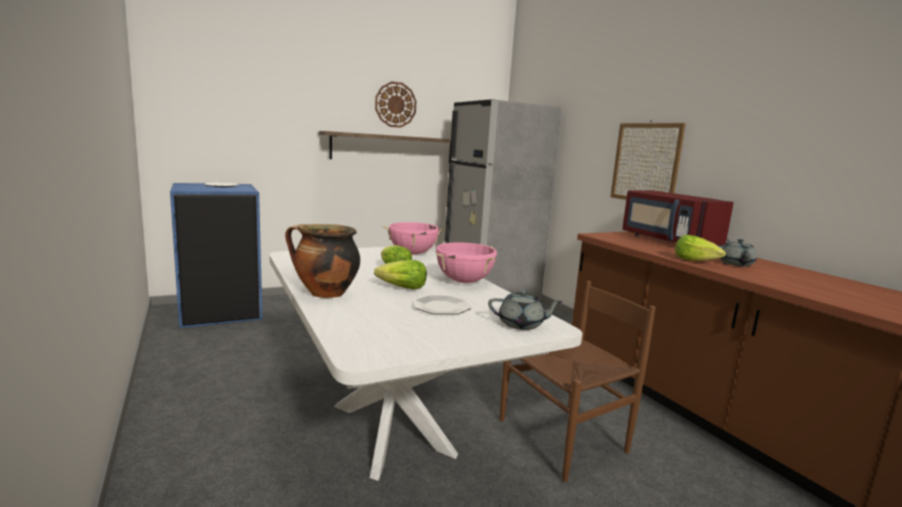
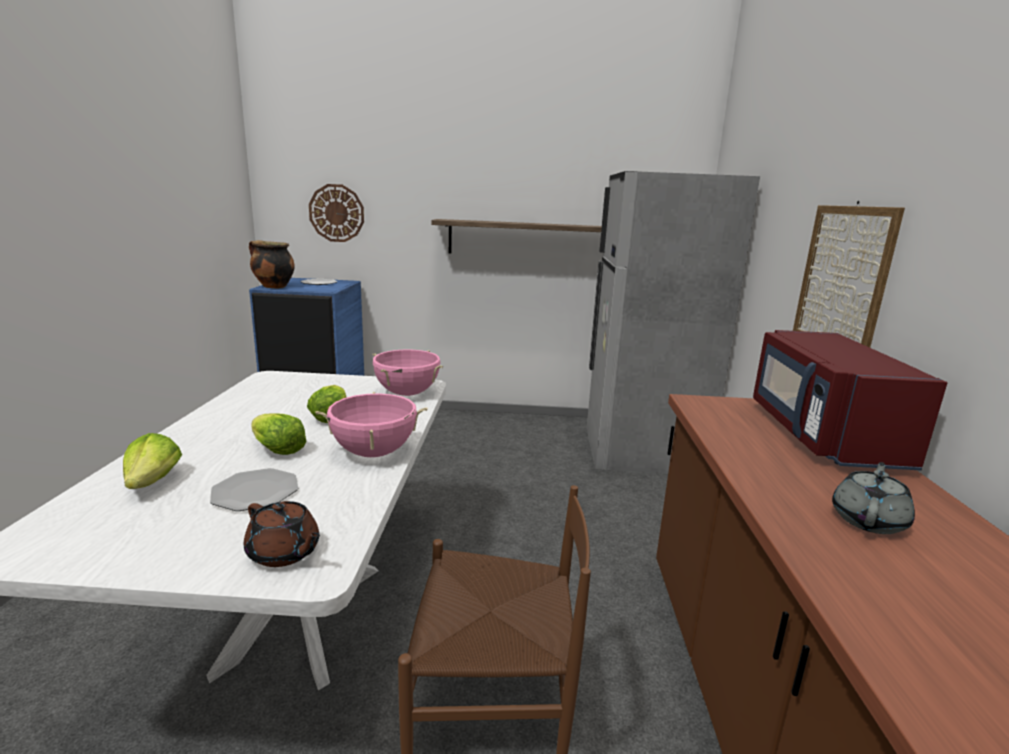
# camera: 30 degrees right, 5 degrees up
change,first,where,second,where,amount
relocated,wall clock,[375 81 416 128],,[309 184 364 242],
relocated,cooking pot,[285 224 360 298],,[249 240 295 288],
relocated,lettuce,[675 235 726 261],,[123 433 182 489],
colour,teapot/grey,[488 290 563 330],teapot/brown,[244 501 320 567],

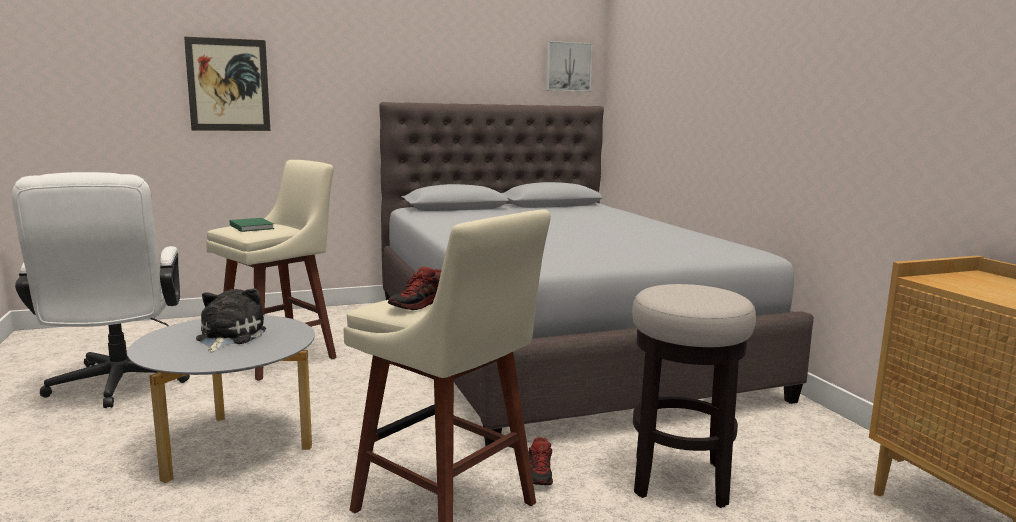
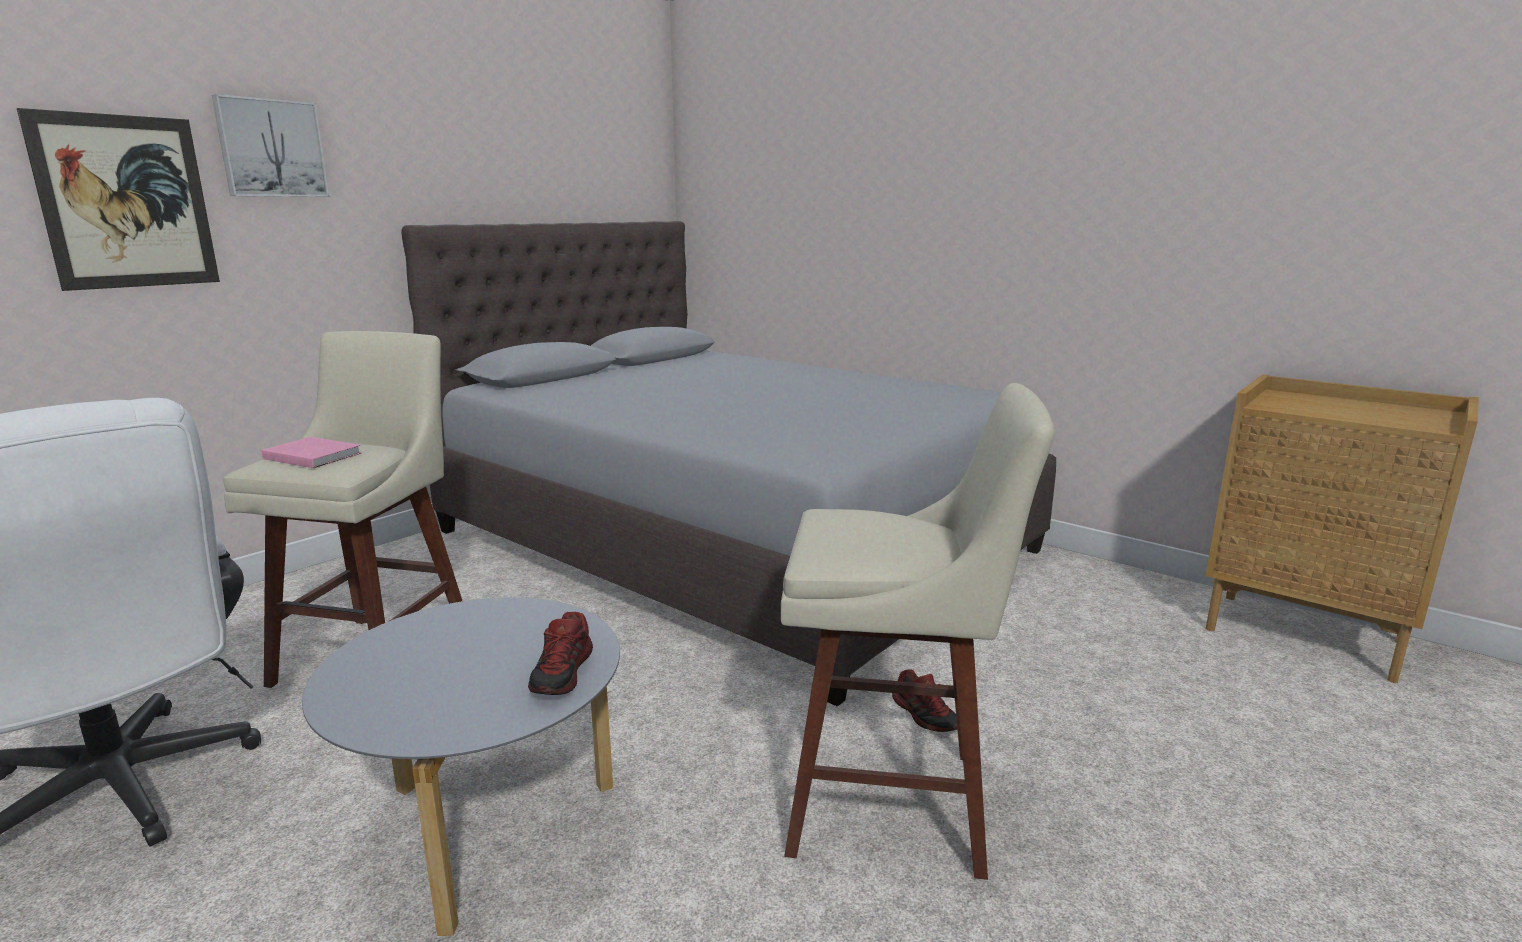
# camera: 30 degrees left, 5 degrees up
change,first,where,second,where,amount
relocated,picture,[546 41 593 92],,[212 94 330 197],
colour,book/green,[230 218 274 232],book/pink,[262 437 362 468],
relocated,shoe,[388 267 442 310],,[528 612 593 695],
missing,stool,[632 284 756 508],,,
missing,plush toy,[196 288 266 352],,,

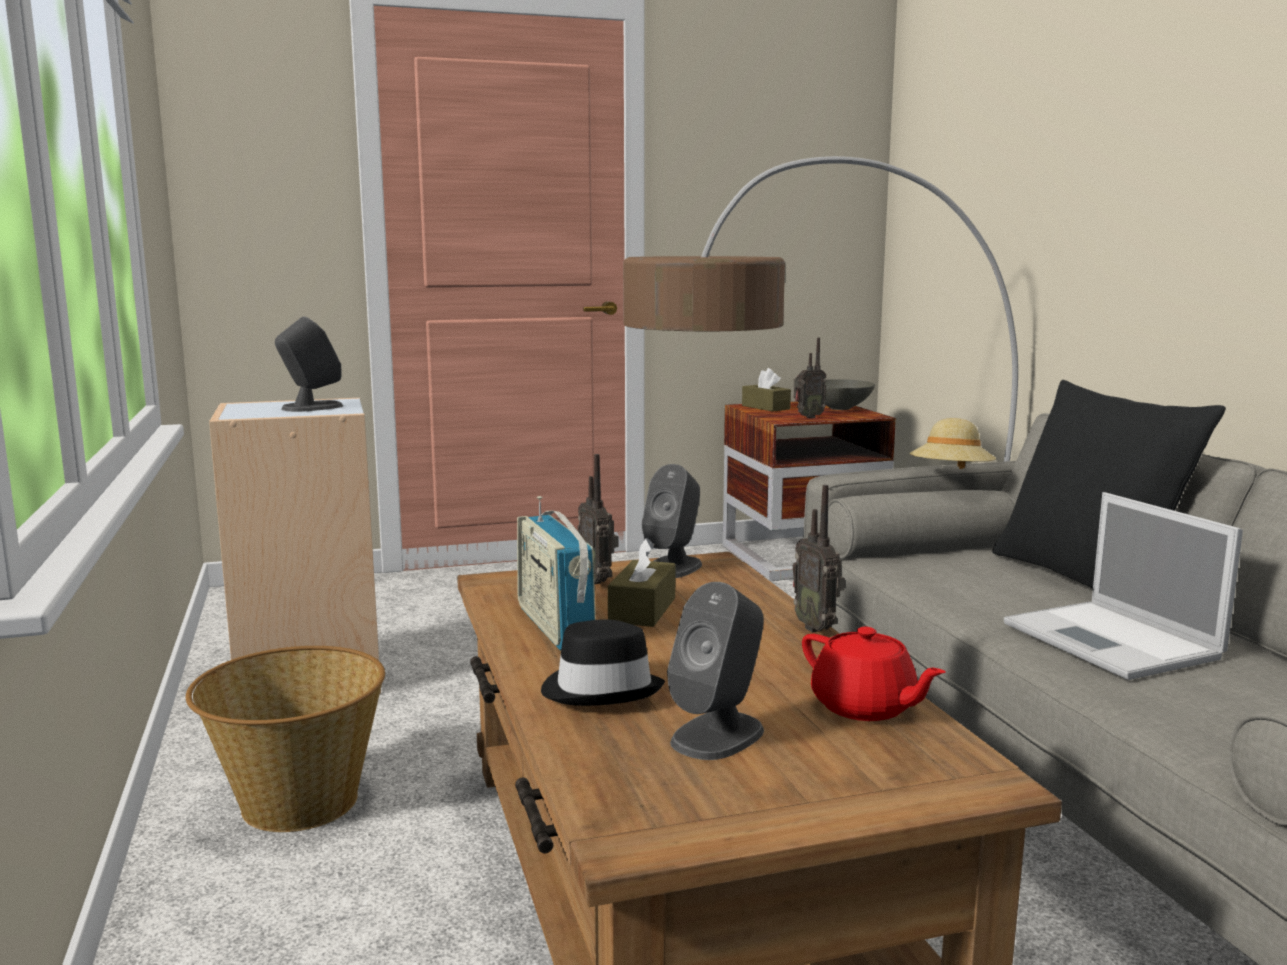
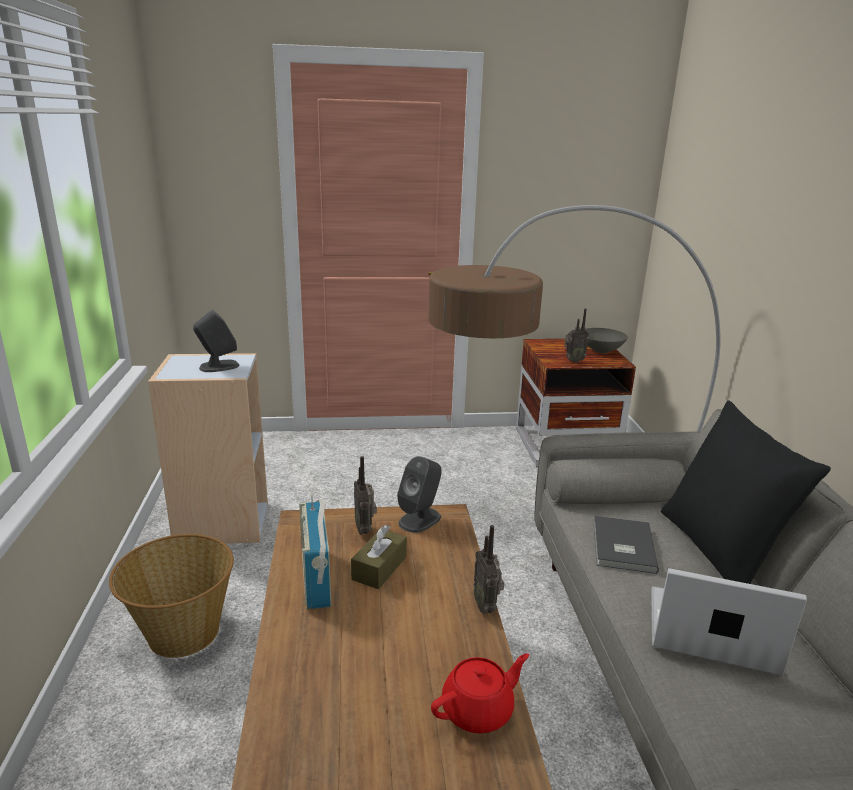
# camera: 10 degrees right, 10 degrees up
change,first,where,second,where,amount
missing,tissue box/brown,[742 368 791 412],,,
missing,hat/beige,[910 418 996 469],,,
spun,laptop,[1004 492 1243 680],,[651 568 807 675],120 degrees clockwise
missing,speaker/grey,[667 582 764 760],,,
missing,hat/black,[541 619 665 706],,,
spun,teapot/red,[802 627 946 721],,[431 653 529 734],90 degrees counterclockwise
appeared,,,book/grey,[594 516 659 574],

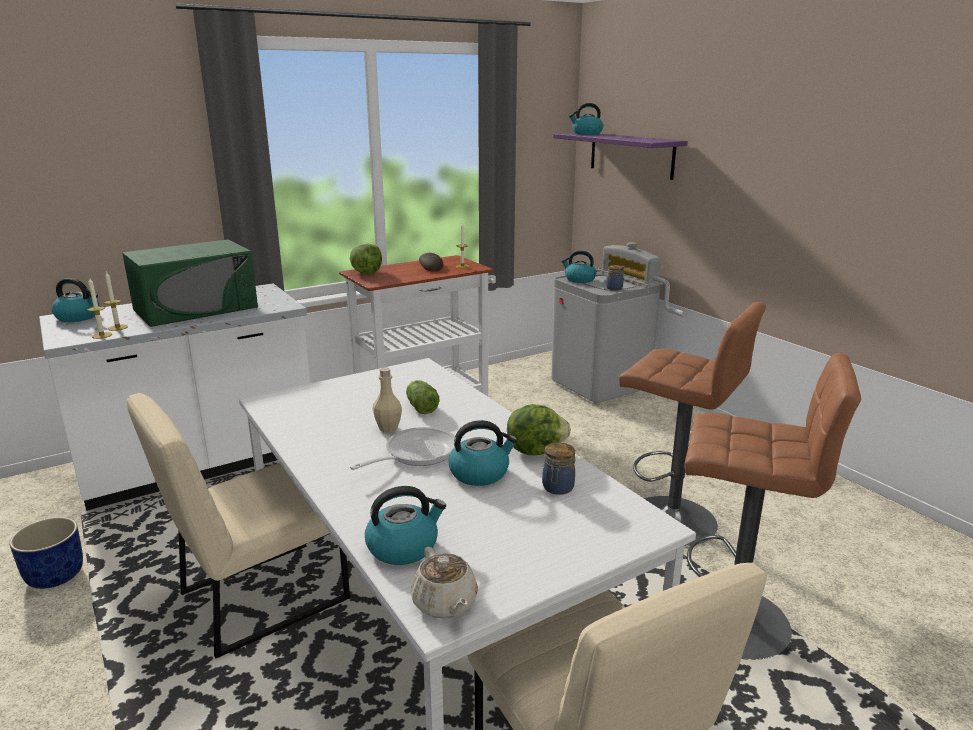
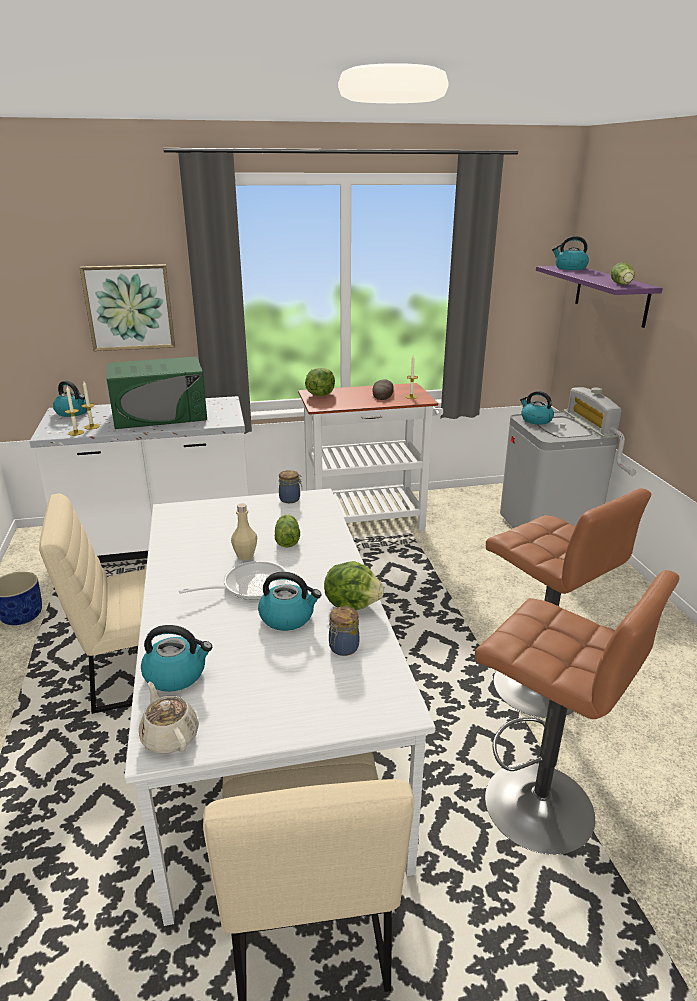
# camera: 20 degrees right, 5 degrees up
change,first,where,second,where,amount
relocated,jar,[606 265 624 291],,[279 470 302 503],
spun,teapot/beige,[410 547 478 618],,[139 682 199 753],150 degrees clockwise
appeared,,,lettuce,[611 263 635 285],
appeared,,,picture,[79 264 175 351],

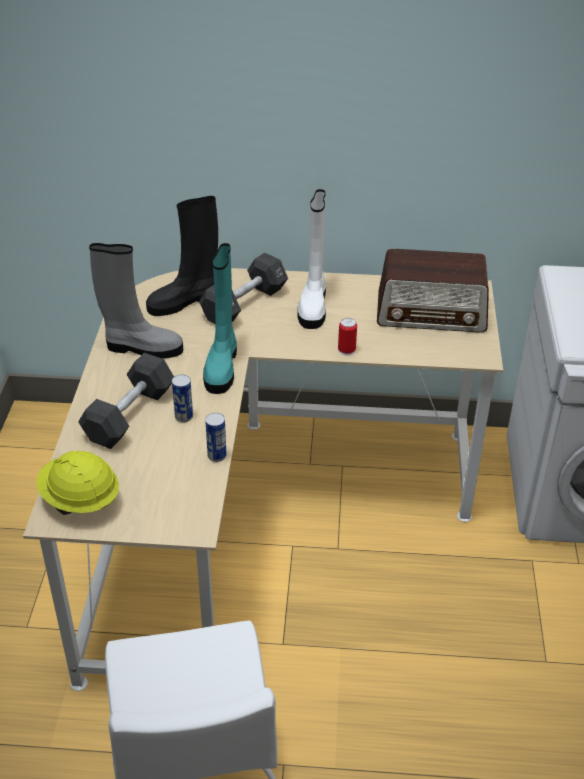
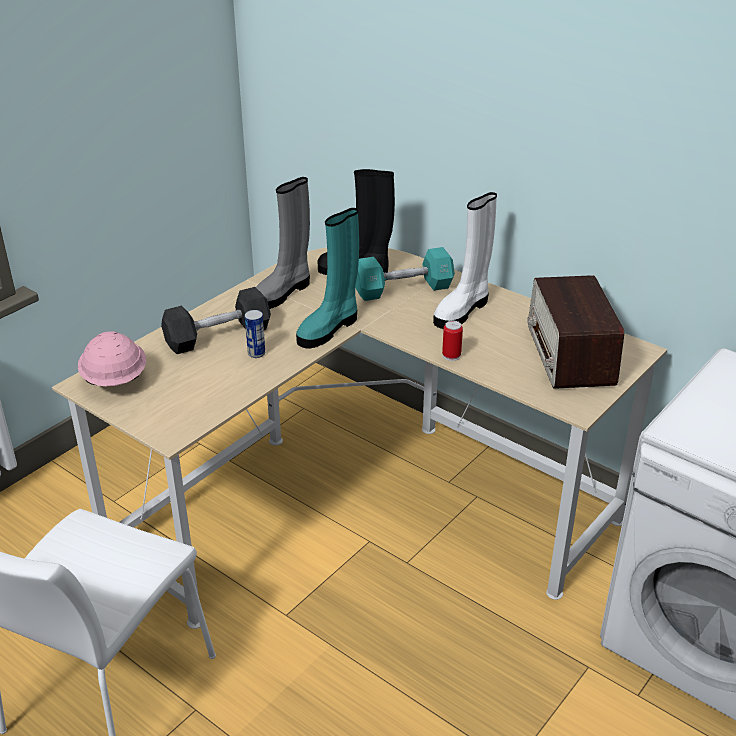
# camera: 35 degrees right, 5 degrees down
change,first,where,second,where,amount
spun,boot/grey,[89 243 183 359],,[256 177 310 309],90 degrees clockwise
spun,radio,[377 248 489 333],,[527 275 624 389],45 degrees clockwise
colour,dumbbell/black,[199 253 288 324],dumbbell/turquoise,[355 247 455 301],
missing,can,[205 413 227 462],,,
colour,hard hat/yellow,[36 451 119 515],hard hat/pink,[78 331 146 386],

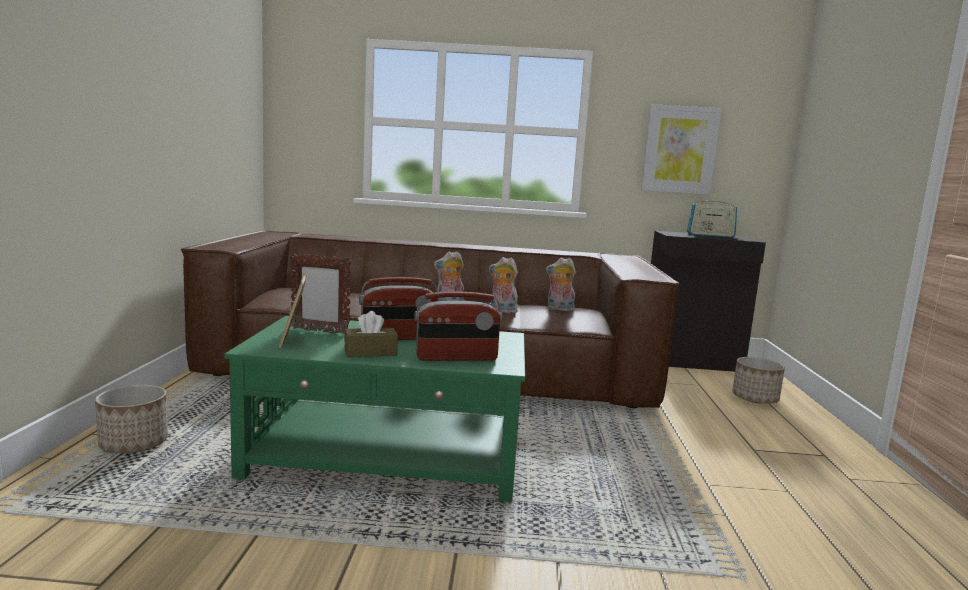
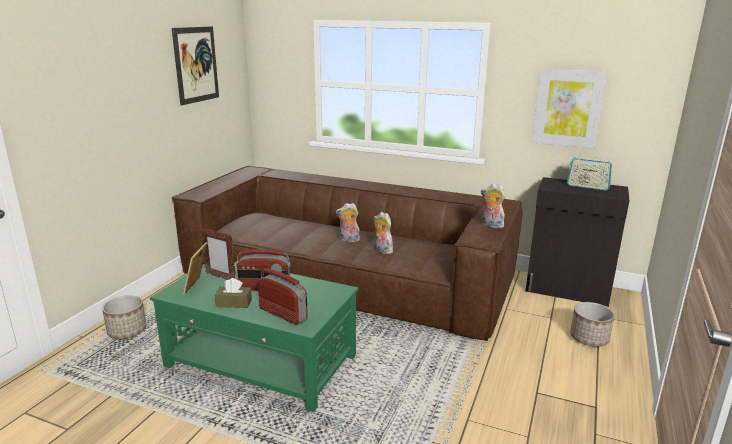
# camera: 20 degrees right, 10 degrees up
change,first,where,second,where,amount
relocated,plush toy,[546 258 576 312],,[481 183 505 228],
spun,radio,[414 292 502 361],,[258 268 308 325],150 degrees counterclockwise
appeared,,,picture,[172 26 219 105],

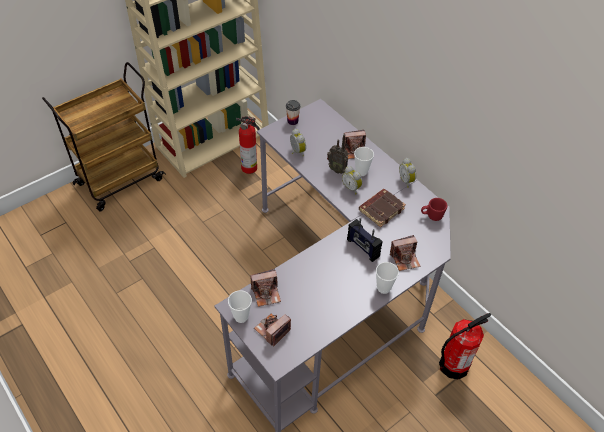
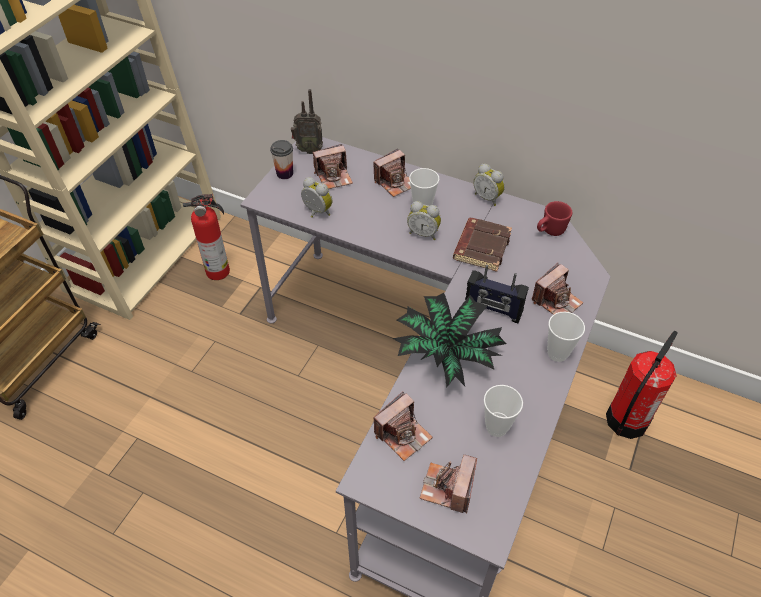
# camera: 25 degrees left, 0 degrees up
change,first,where,second,where,amount
relocated,radio,[327 134 349 174],,[291 89 323 154],
relocated,cup,[228 290 252 323],,[484 385 523 437],
appeared,,,photo camera,[313 144 353 189],
appeared,,,potted plant,[392 293 506 387],

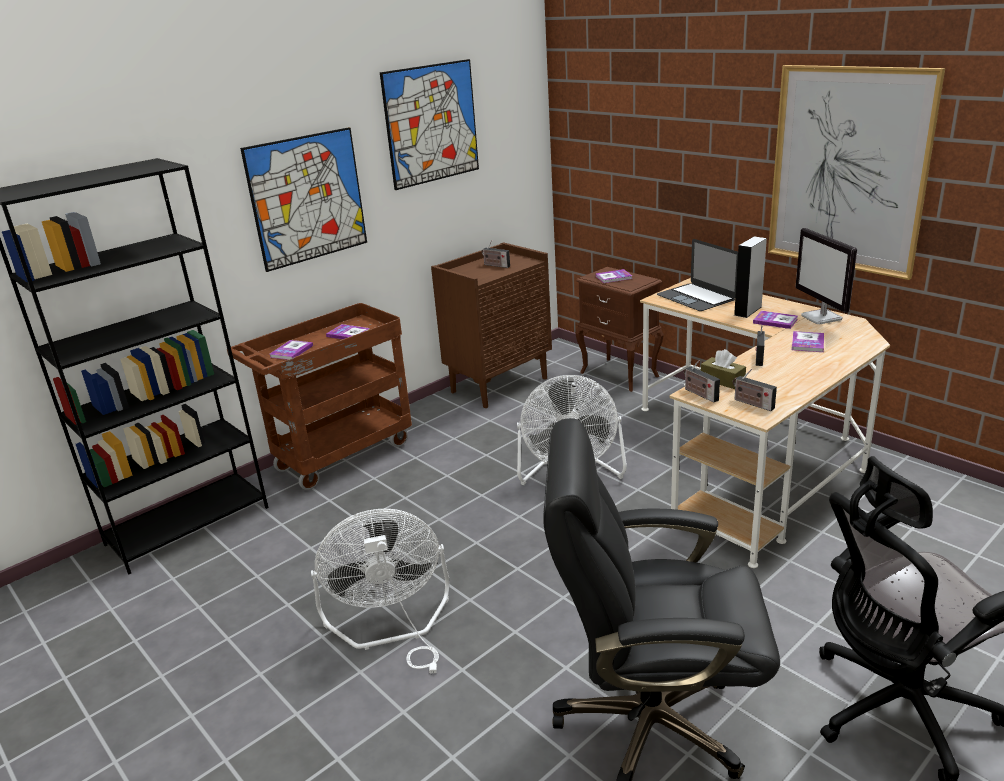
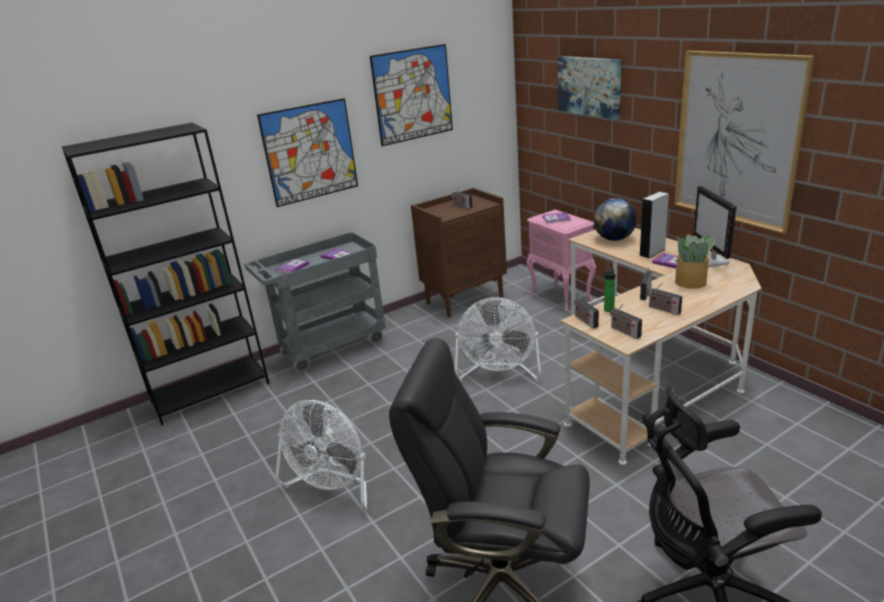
# camera: 10 degrees right, 0 degrees up
change,first,where,second,where,amount
exchanged,laptop,[657 239 738 311],globe,[593 198 637 241],
colour,nightstand/brown,[575 267 664 392],nightstand/pink,[526 210 596 311],
colour,cart/brown,[227 303 412 490],cart/grey,[245 232 386 373],
exchanged,book,[792 331 824 352],potted plant,[675 234 716 289],
exchanged,tissue box/brown,[701 349 746 389],bottle,[602 269 616 312],
spun,fan/white,[311 509 449 674],,[275 399 367 513],150 degrees counterclockwise
appeared,,,picture,[558 56 621 120],
appeared,,,radio,[647 282 682 315],

